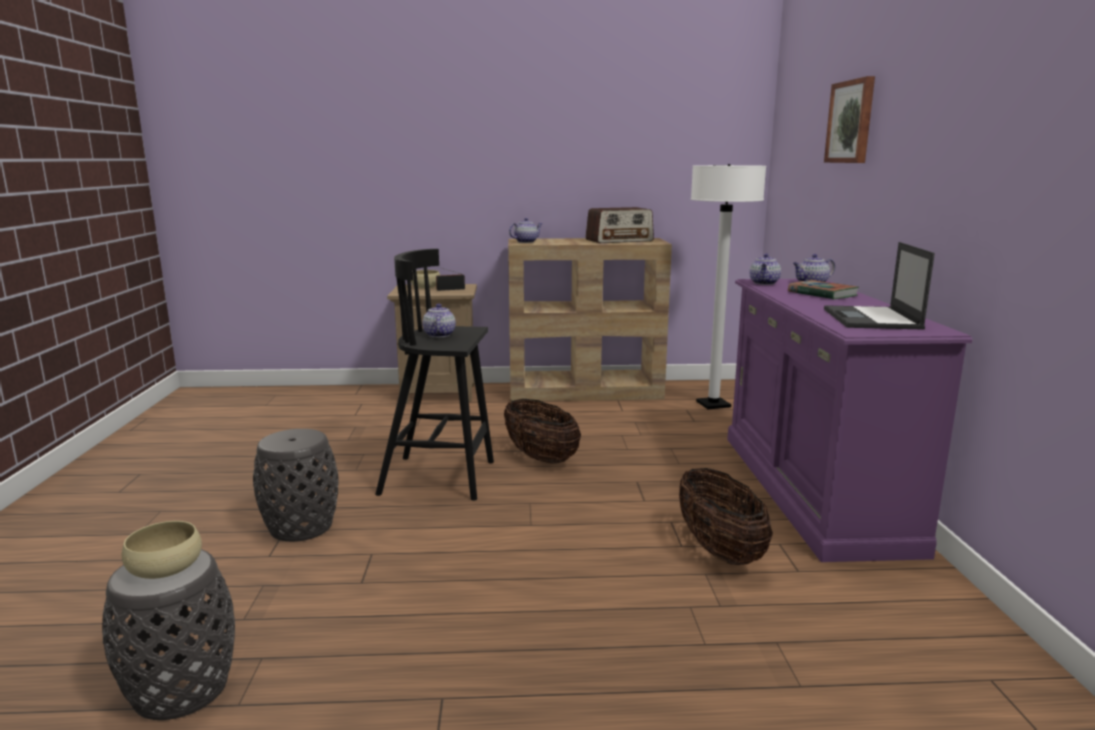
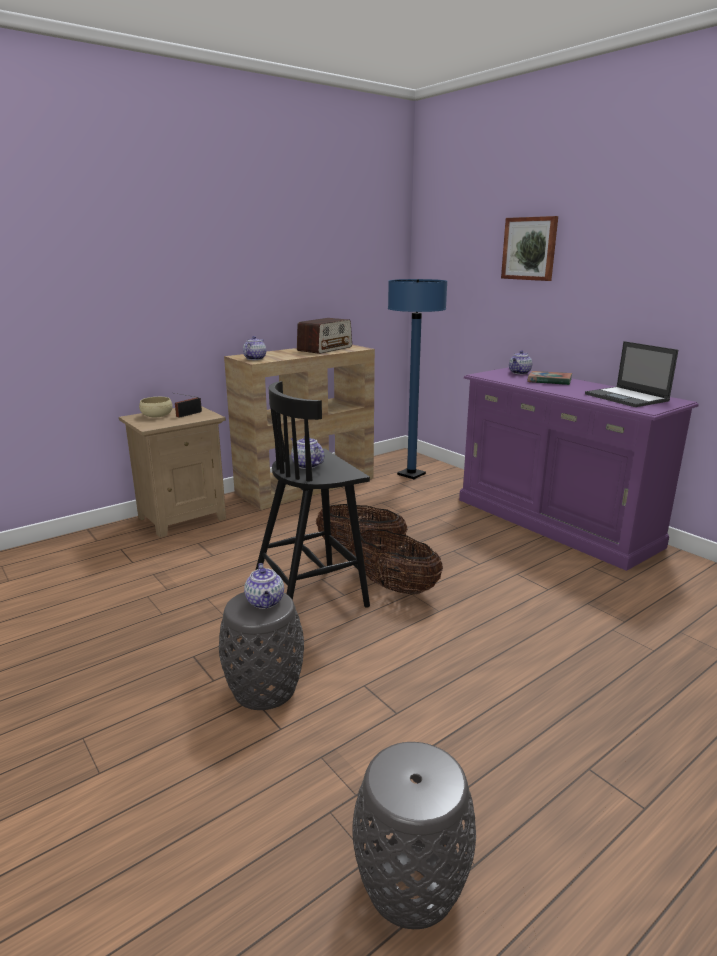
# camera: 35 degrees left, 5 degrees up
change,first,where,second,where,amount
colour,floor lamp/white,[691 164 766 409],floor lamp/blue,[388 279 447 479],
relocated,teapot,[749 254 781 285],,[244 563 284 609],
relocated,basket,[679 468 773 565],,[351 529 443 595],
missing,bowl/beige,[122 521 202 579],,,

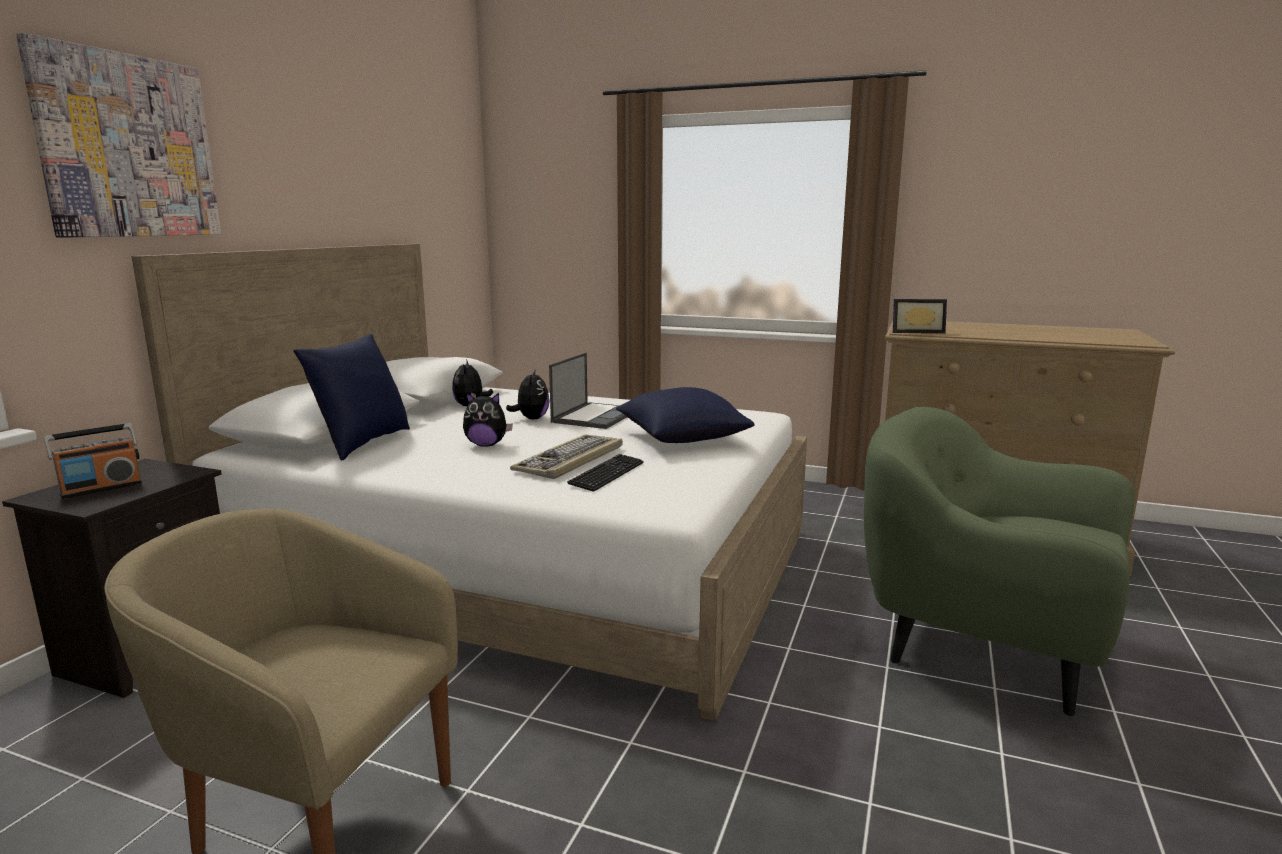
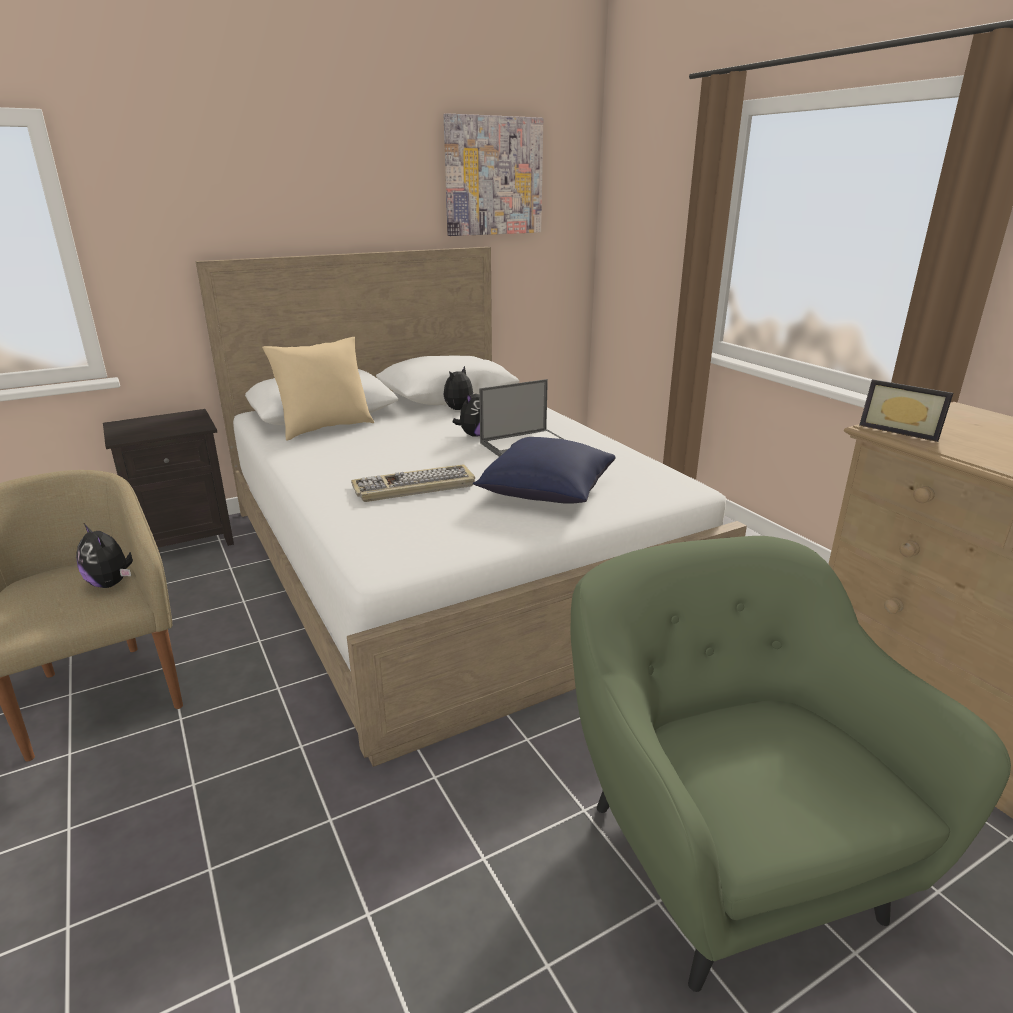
# camera: 40 degrees right, 10 degrees up
change,first,where,second,where,amount
relocated,picture,[16 33 221 238],,[444 113 543 236],
colour,pillow/blue,[293 334 410 461],pillow/beige,[262 337 374 440],
relocated,plush toy,[463 392 513 447],,[76 524 133 588],
missing,radio,[44 423 142 499],,,
missing,keyboard,[567 454 644 492],,,

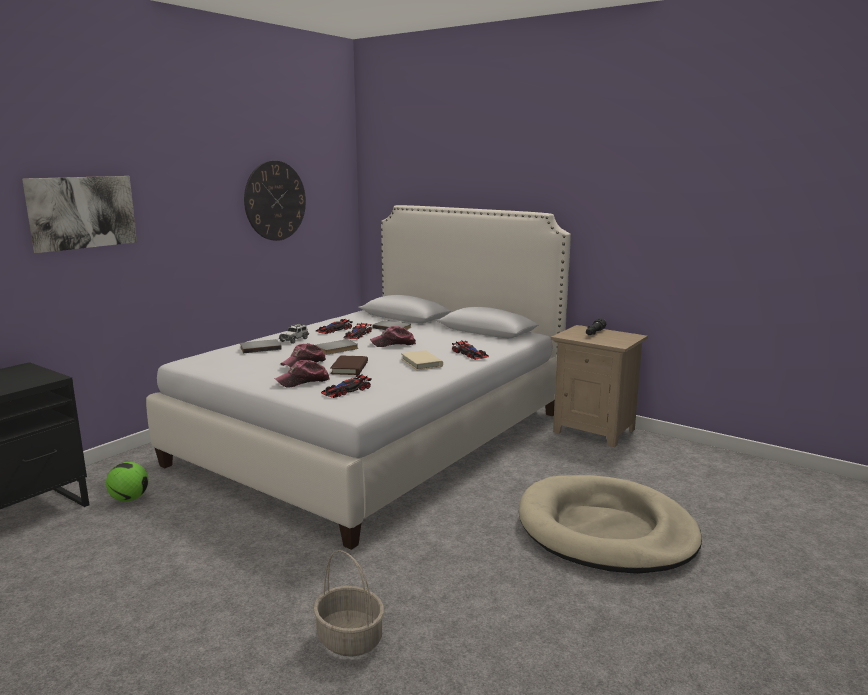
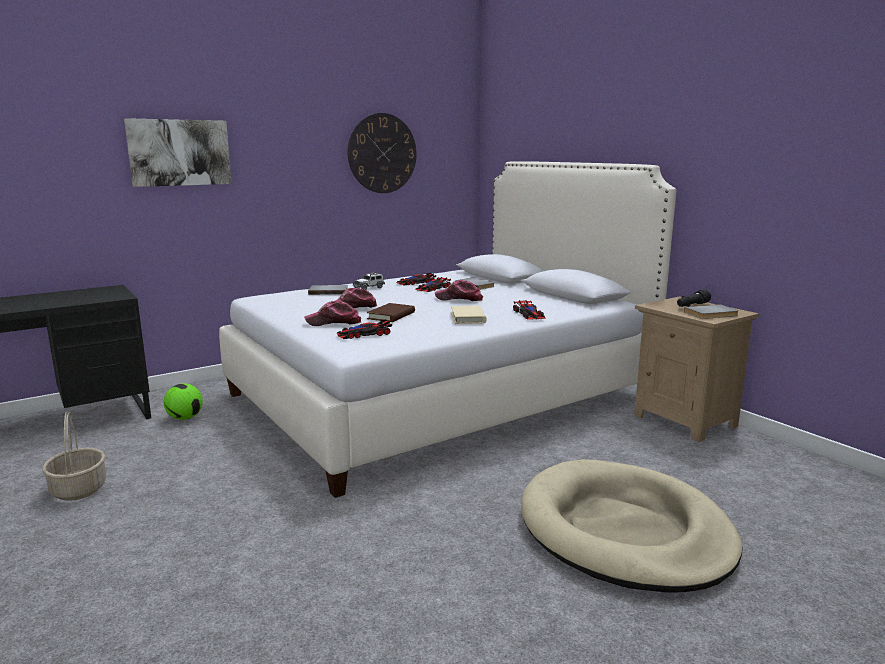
# camera: 20 degrees right, 0 degrees up
change,first,where,second,where,amount
relocated,book/grey,[316 339 358 355],,[684 304 739 319],
relocated,basket,[313 550 384 657],,[42 412 106 501],

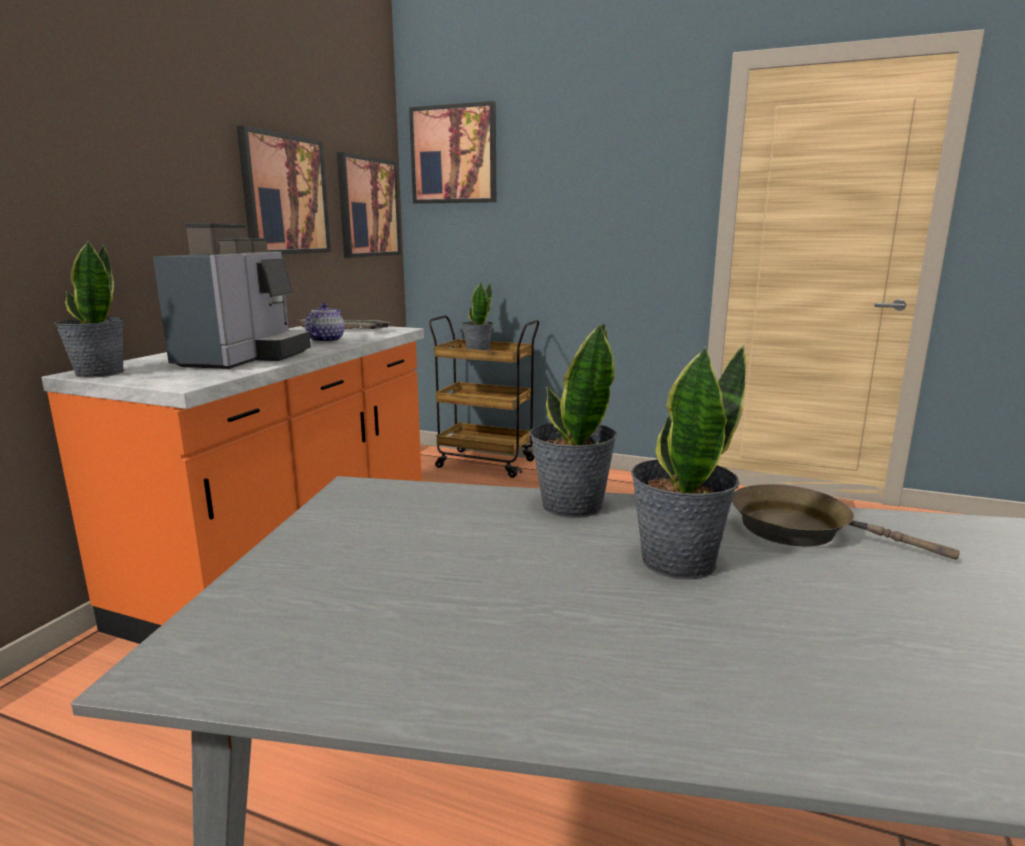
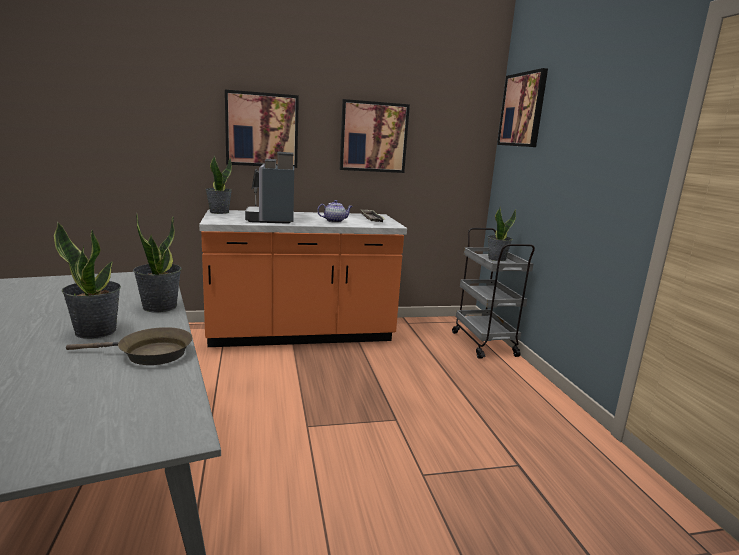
# camera: 55 degrees right, 0 degrees up
change,first,where,second,where,amount
relocated,picture,[337 152 401 258],,[225 90 299 168],
spun,coffee machine,[153 223 311 369],,[245 152 294 224],105 degrees clockwise
colour,cart/brown,[429 315 539 478],cart/grey,[452 228 535 359],
spun,frying pan/brown,[732 484 960 560],,[66 327 193 365],90 degrees clockwise

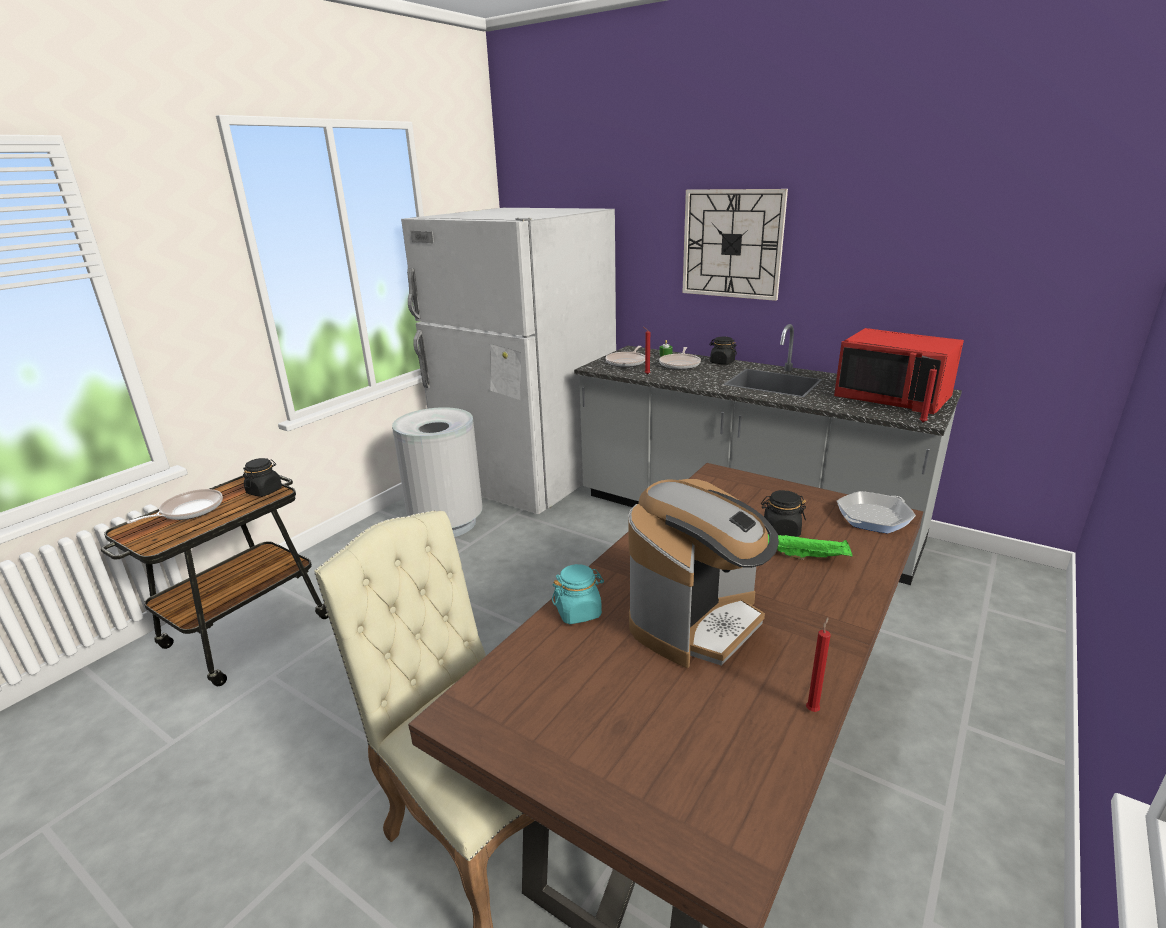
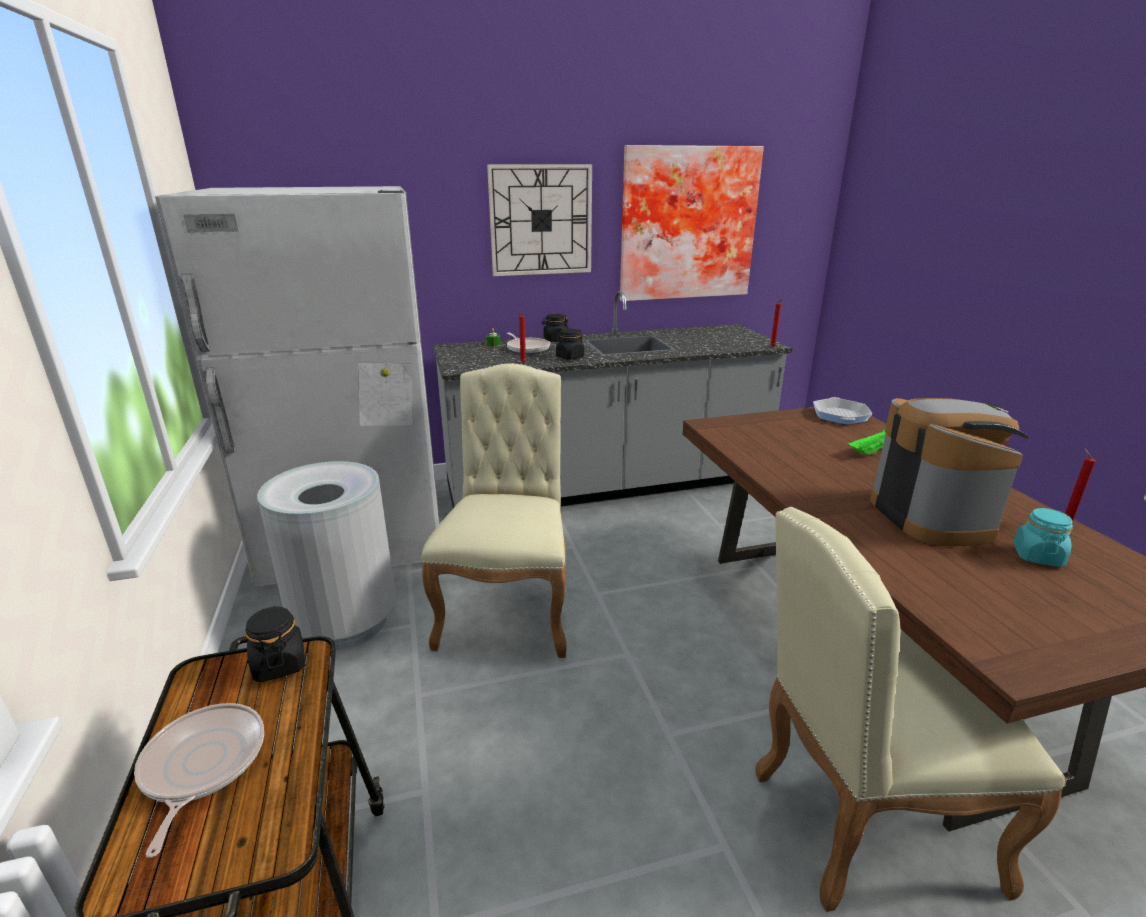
# camera: 50 degrees left, 0 degrees up
change,first,where,second,where,amount
missing,microwave/red,[834 328 964 414],,,
missing,frying pan,[605 346 645 367],,,
relocated,jar/black,[761 490 806 537],,[556 329 584 360],
relocated,jar/turquoise,[552 564 604 624],,[1014 508 1073 567],
appeared,,,picture,[620 145 764 301],
appeared,,,chair/beige,[422 363 567 658],

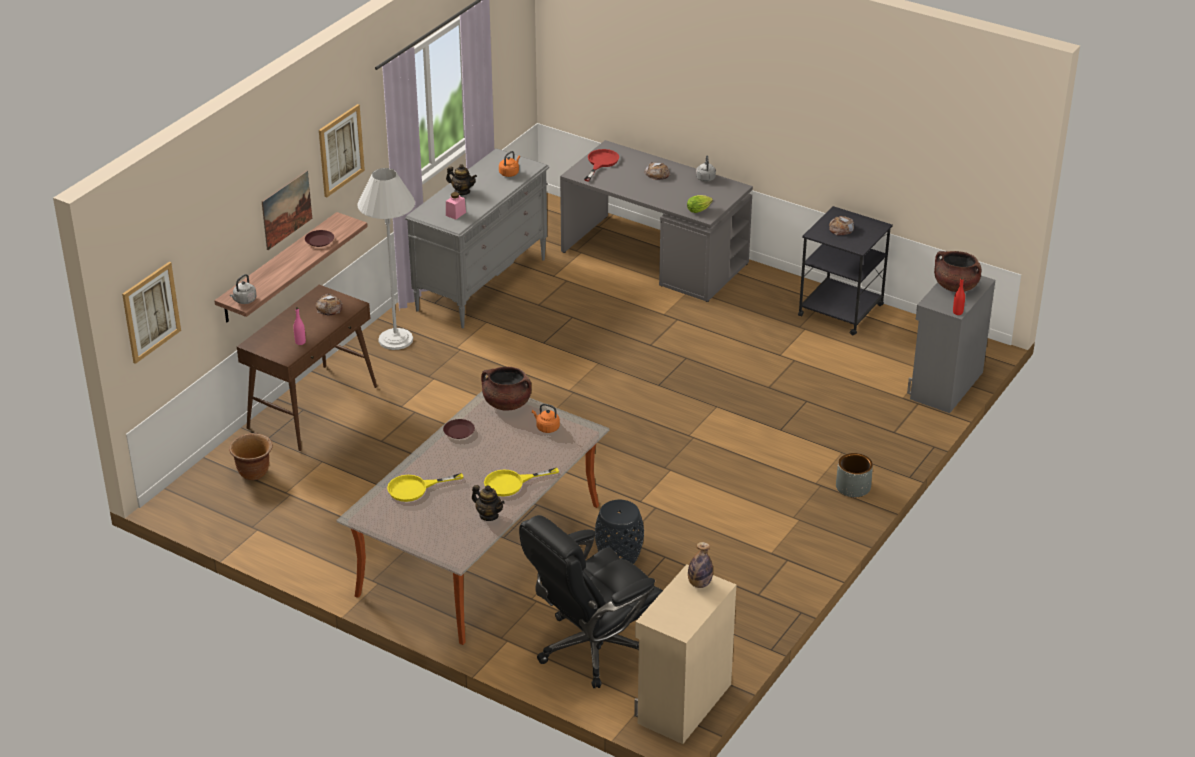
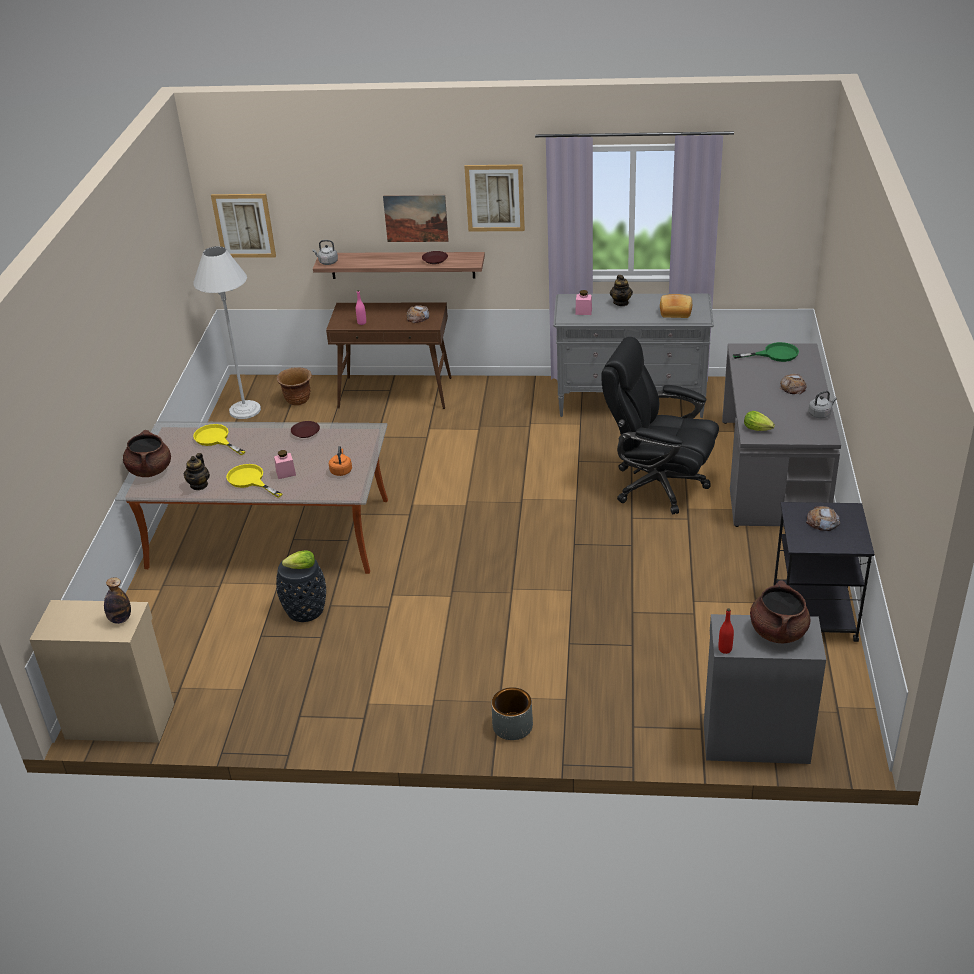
# camera: 65 degrees right, 0 degrees up
change,first,where,second,where,amount
colour,frying pan/red,[584 149 619 181],frying pan/green,[733 342 799 362],
exchanged,kettle/orange,[499 151 520 177],bread,[660 294 692 318],
relocated,floor lamp/white,[357 168 415 350],,[193 246 261 419],
relocated,cooking pot/brown,[481 367 531 410],,[123 430 171 477],
relocated,office chair/black,[519 515 663 688],,[601 337 719 514],
appeared,,,jar/pink,[274 450 296 479],
appeared,,,lettuce,[282 550 315 569],

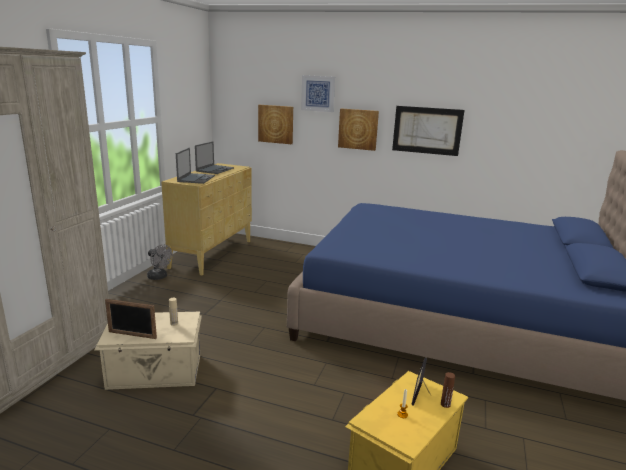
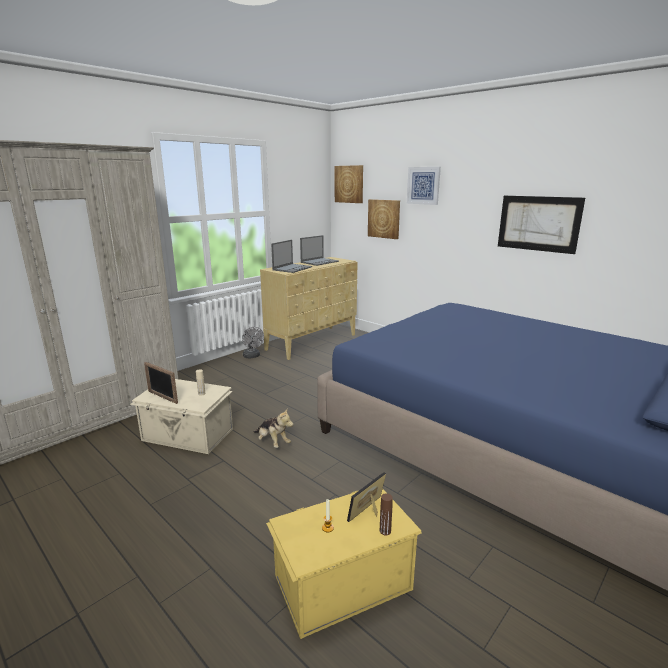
# camera: 25 degrees right, 0 degrees up
change,first,where,second,where,amount
relocated,picture,[338 109 379 151],,[334 165 363 203],
appeared,,,plush toy,[254 410 294 448],

